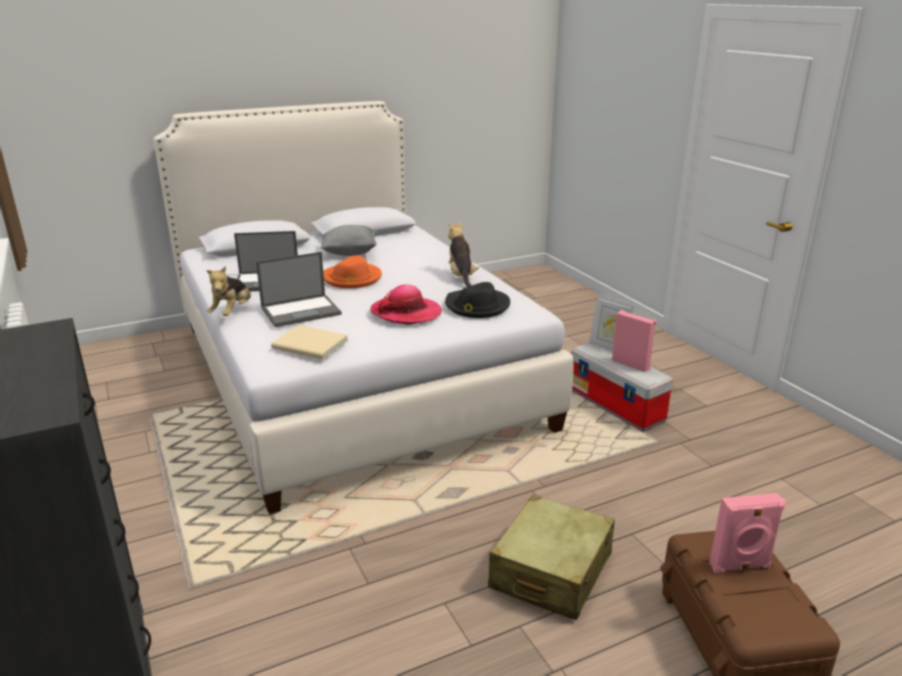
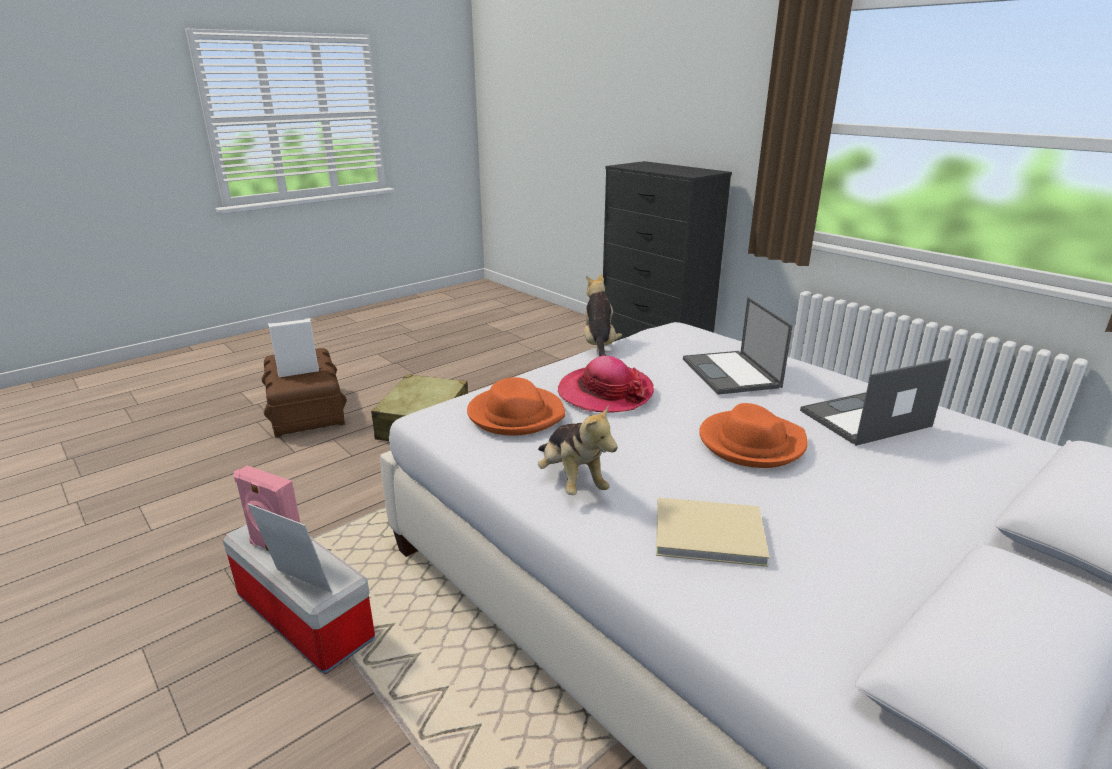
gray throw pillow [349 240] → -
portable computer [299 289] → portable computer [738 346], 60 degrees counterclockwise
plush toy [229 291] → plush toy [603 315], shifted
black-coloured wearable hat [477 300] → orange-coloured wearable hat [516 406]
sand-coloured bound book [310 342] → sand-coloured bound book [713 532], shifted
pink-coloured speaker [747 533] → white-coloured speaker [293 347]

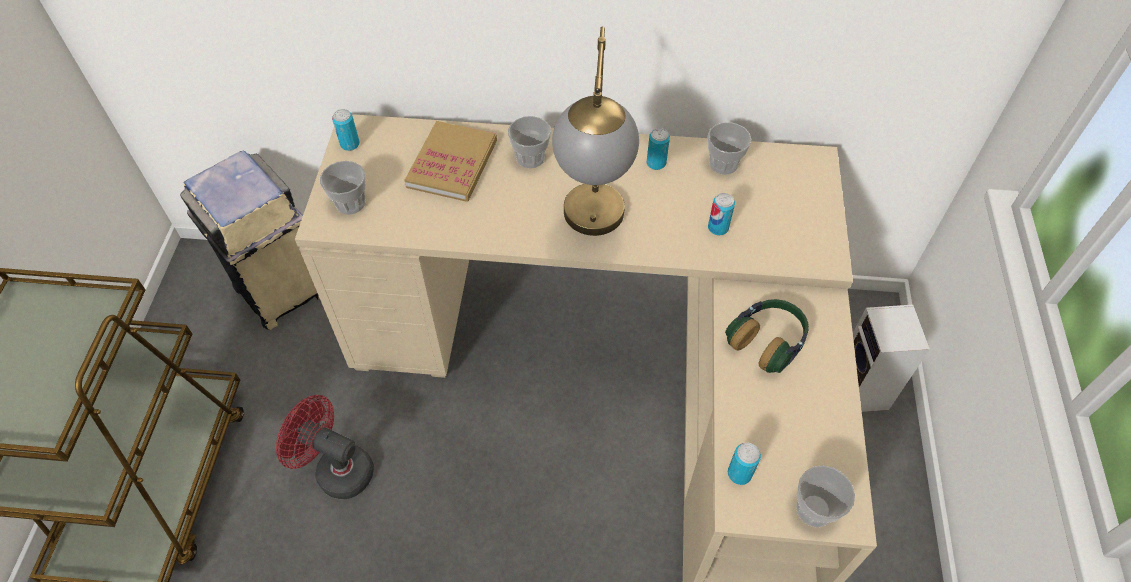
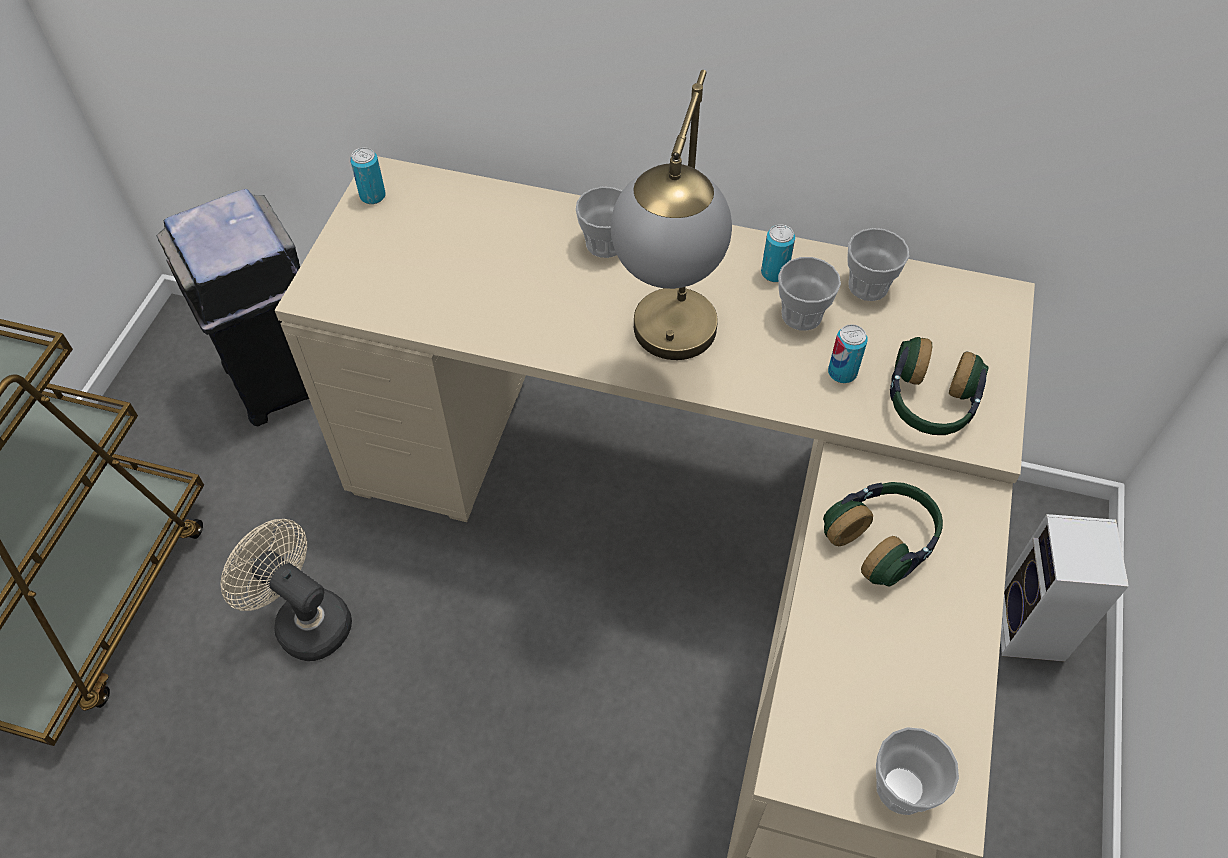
bound book [451 161] → -
sand-coloured rubbish bin [250 240] → black-coloured rubbish bin [233 308]
small cup [343 188] → small cup [809 294], shifted
red-coloured cooling fan [325 447] → sand-coloured cooling fan [286 590]
metal can [744 464] → -
- → headset [939 386]

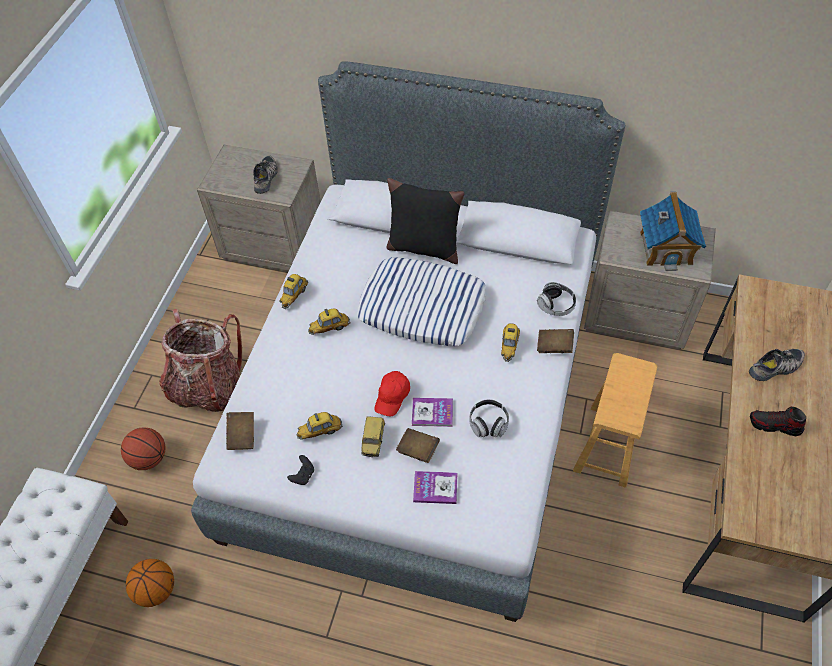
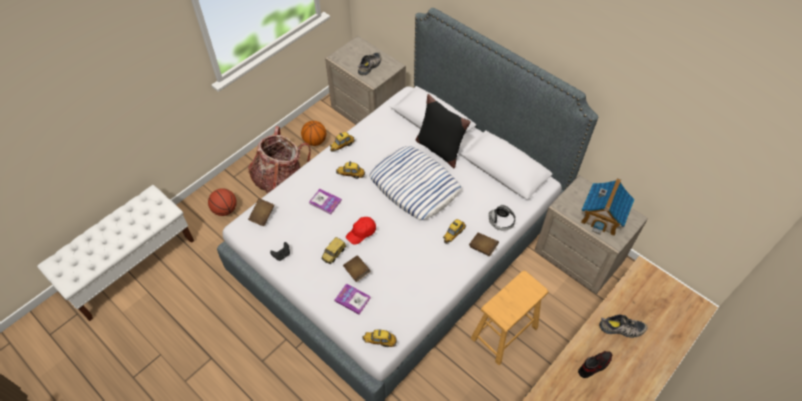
bound book [432 412] → bound book [325 201], shifted
headset [489 418] → -
item of footwear [778 421] → item of footwear [595 364], 105 degrees clockwise
model car [319 426] → model car [379 338], shifted
basketball [150 583] → basketball [313 133], shifted

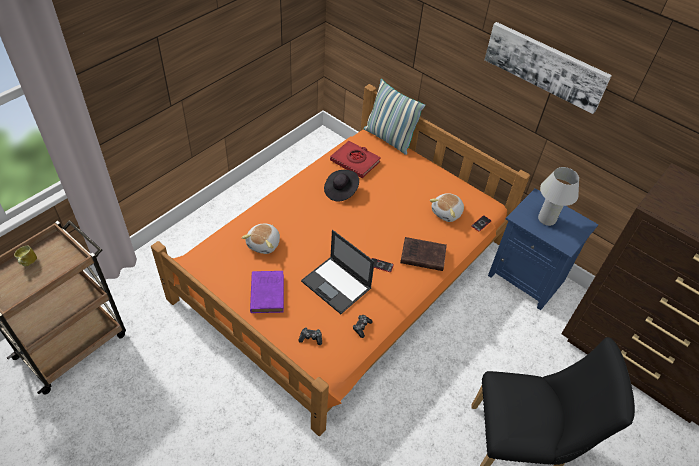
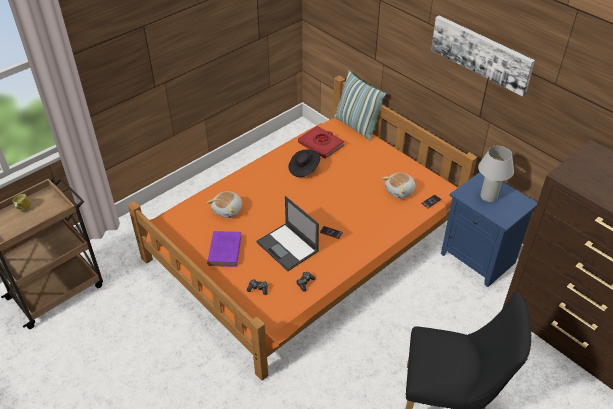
brown bound book [423 254] → -

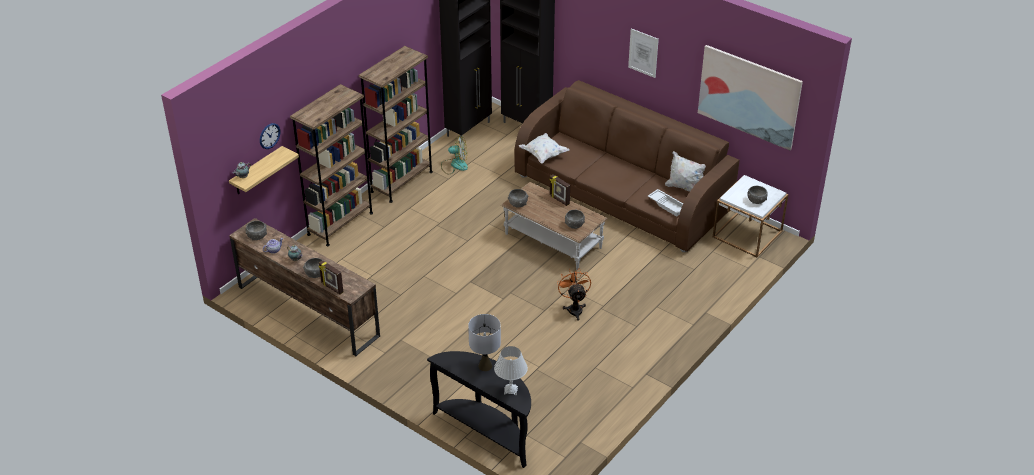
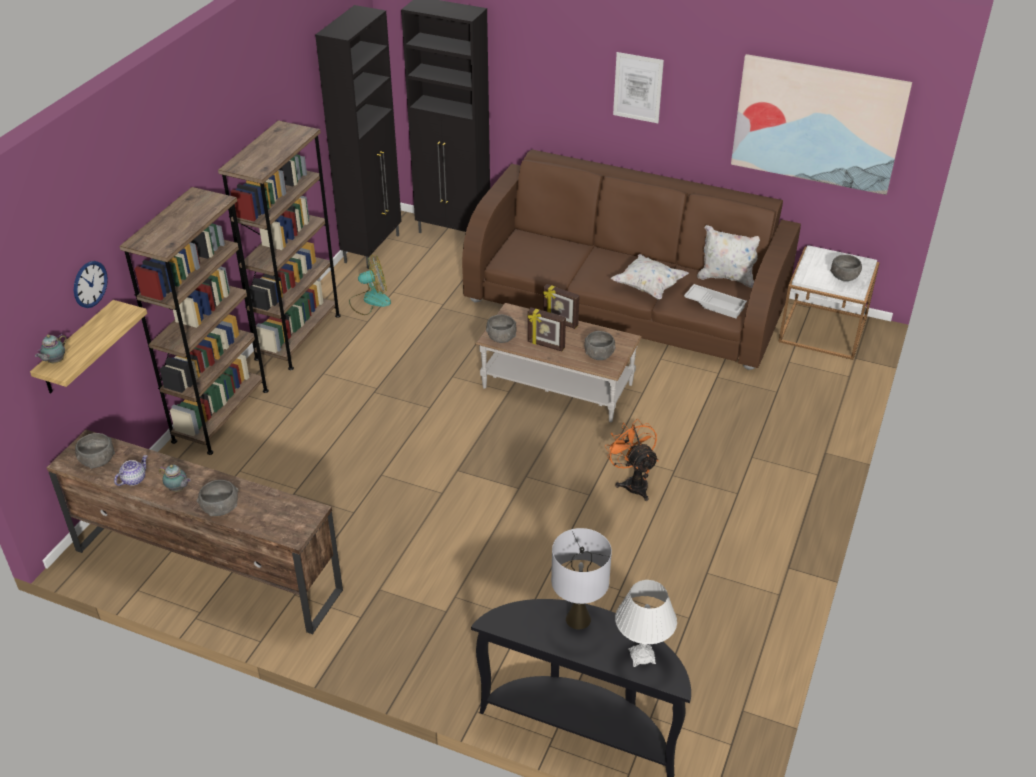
white-coloured throw pillow [544 148] → white-coloured throw pillow [650 277], shifted
photo frame [331 277] → photo frame [546 329], shifted

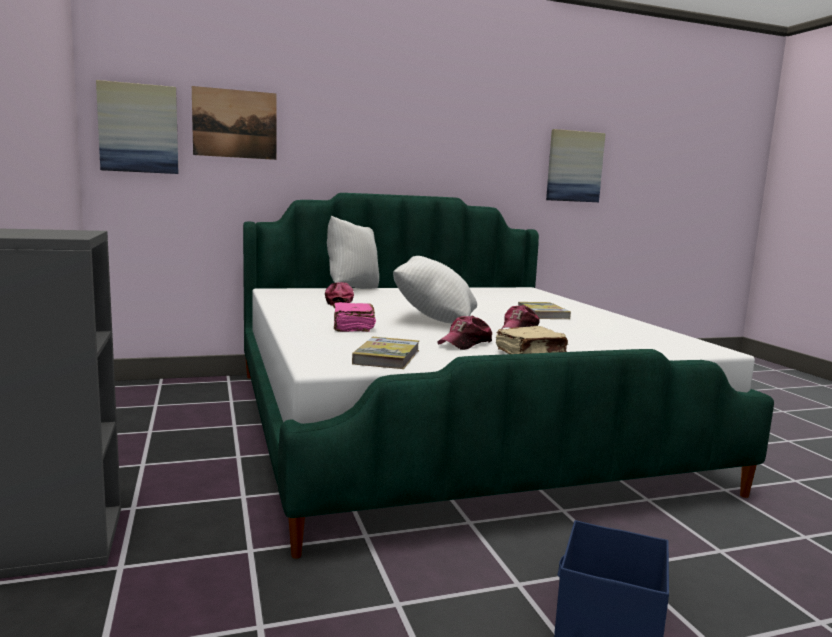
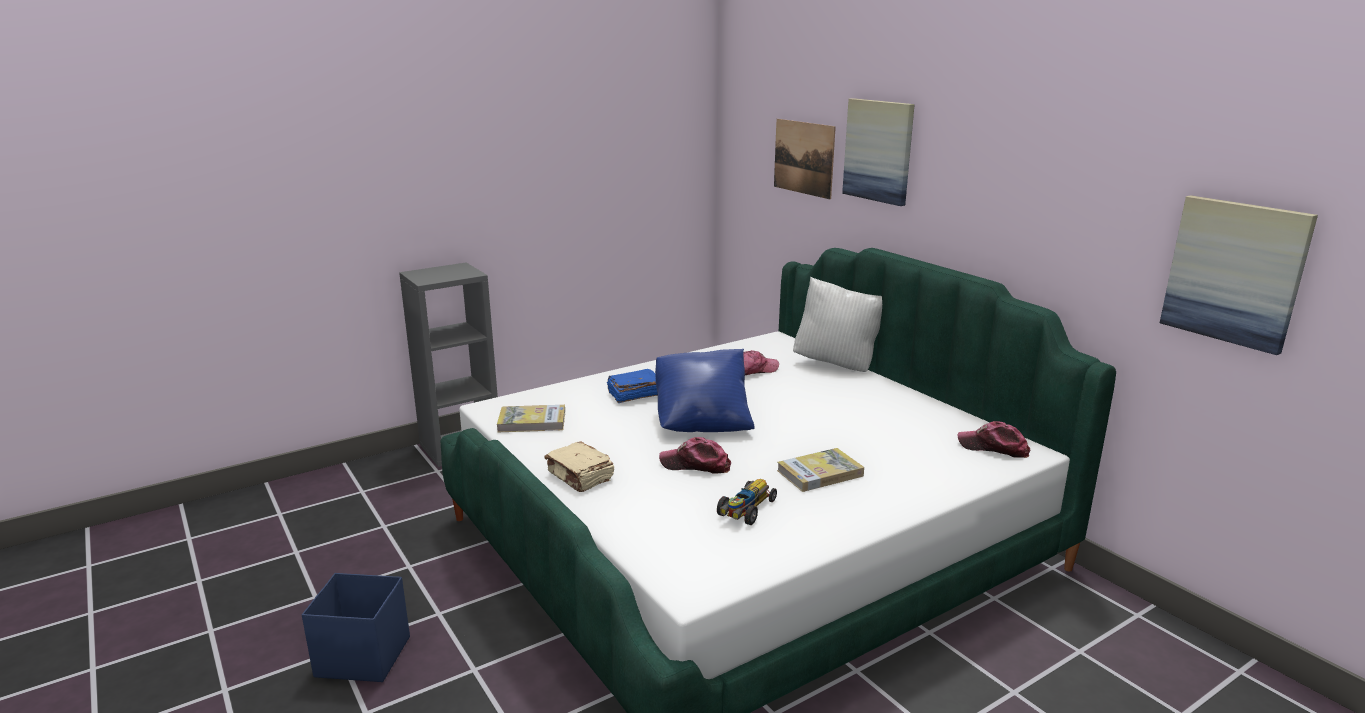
picture [137 127] → picture [878 152], shifted
white-coloured throw pillow [435 289] → blue-coloured throw pillow [704 390]
pink-coloured bound book [354 317] → blue-coloured bound book [632 386]
peaked cap [464 333] → peaked cap [994 439], shifted
- → model car [747 502]

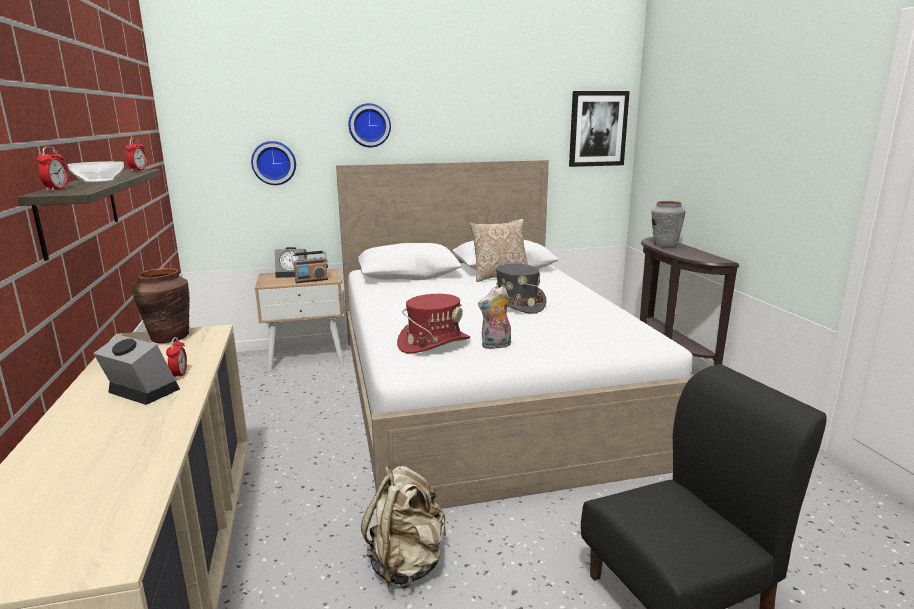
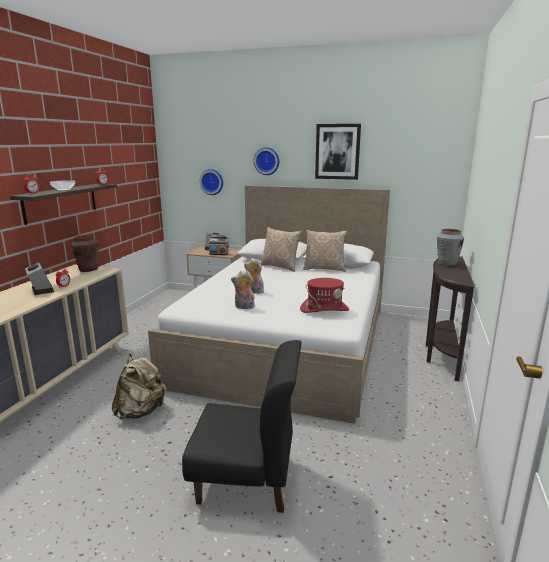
picture [599 129] → picture [338 152], shifted
gray wearable hat [520 289] → -
red-coloured wearable hat [433 324] → red-coloured wearable hat [324 295], shifted
- → throw pillow [281 249]
- → plush toy [254 276]

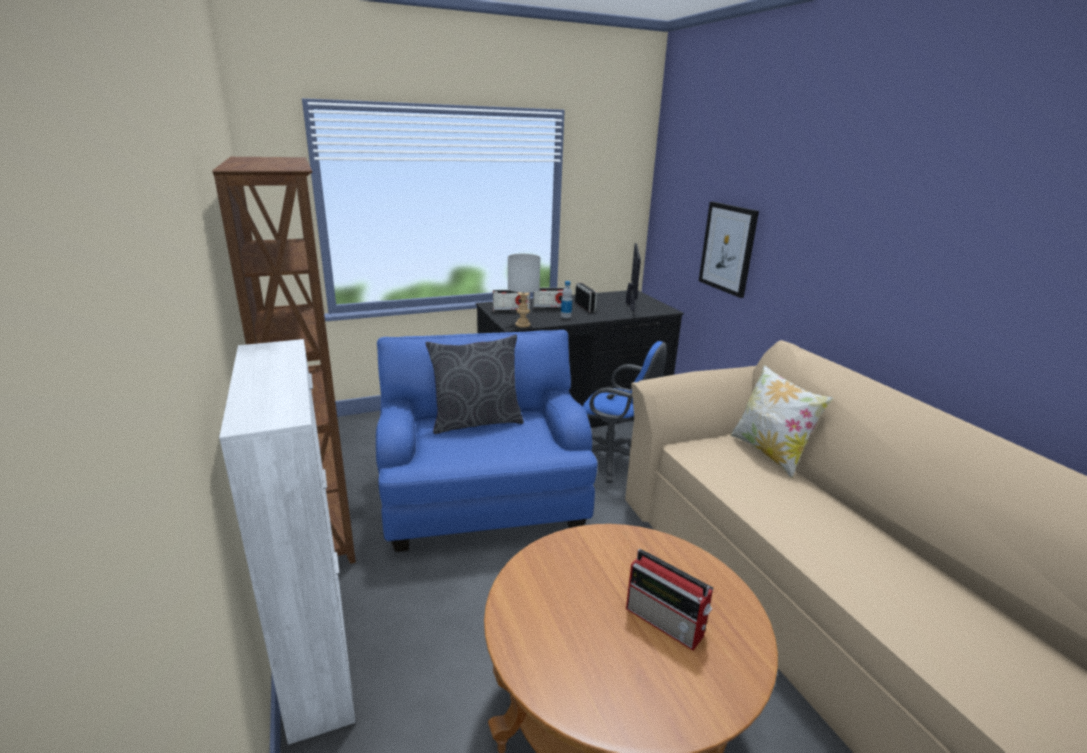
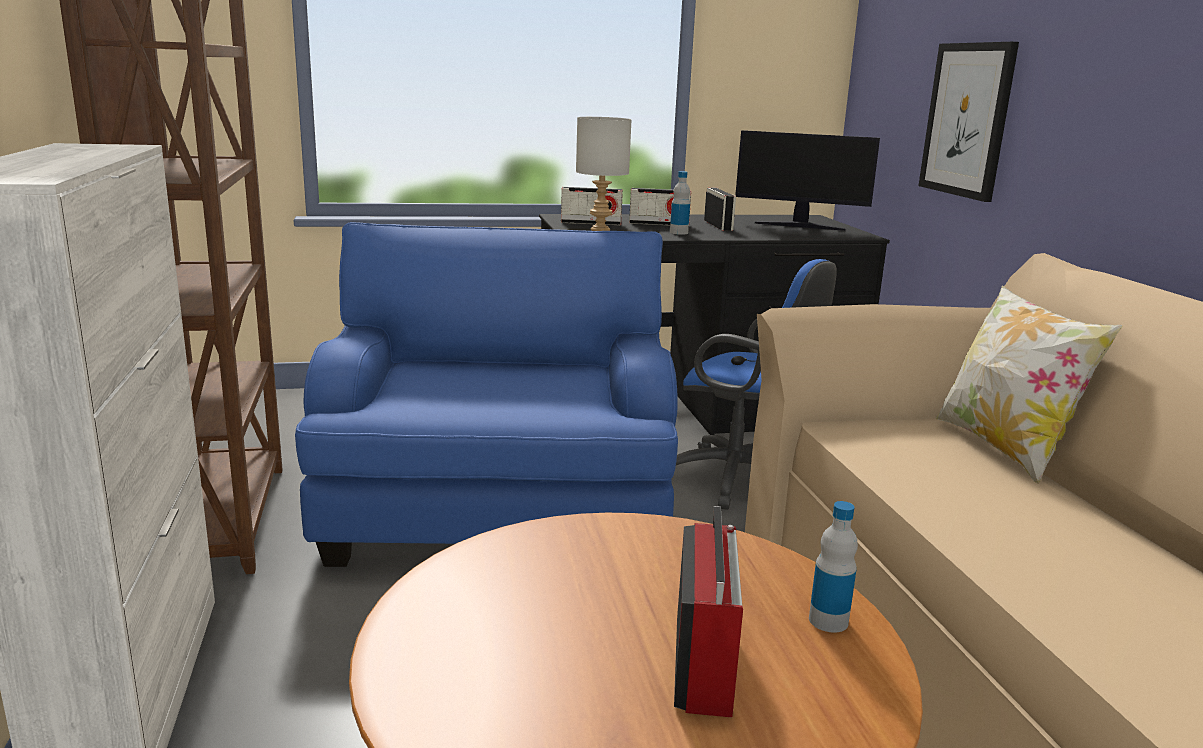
computer screen [633 277] → computer screen [807 180], 90 degrees clockwise
gray throw pillow [475 384] → -
radio [669 599] → radio [708 611], 135 degrees counterclockwise
- → beverage bottle [833 567]

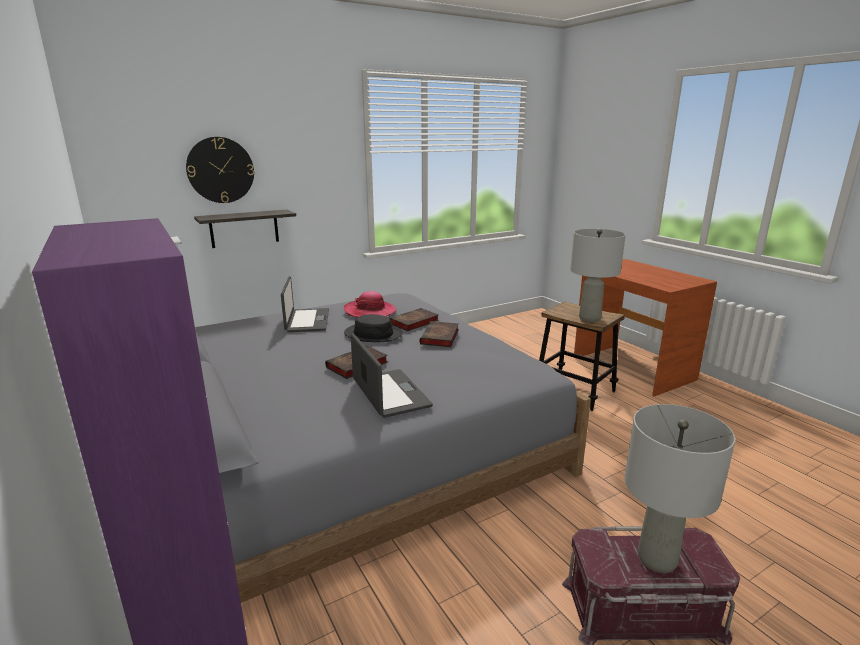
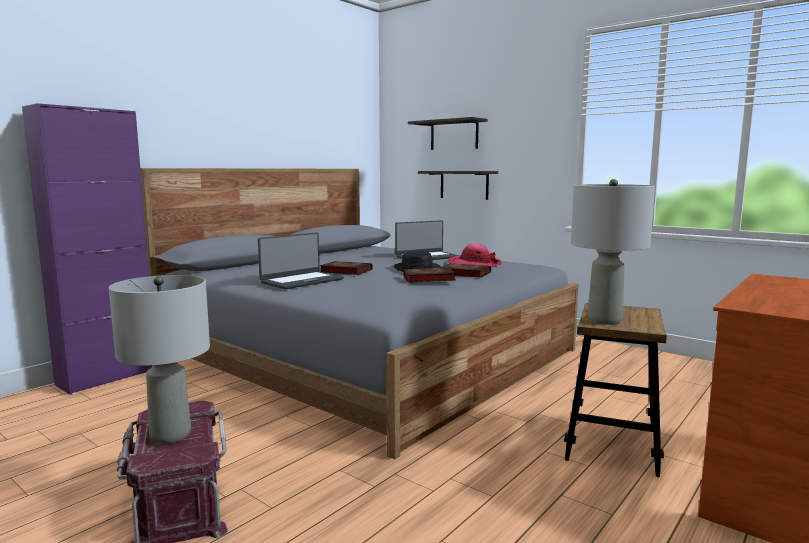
hanging clock [220 170] → wall shelf [448 133]

